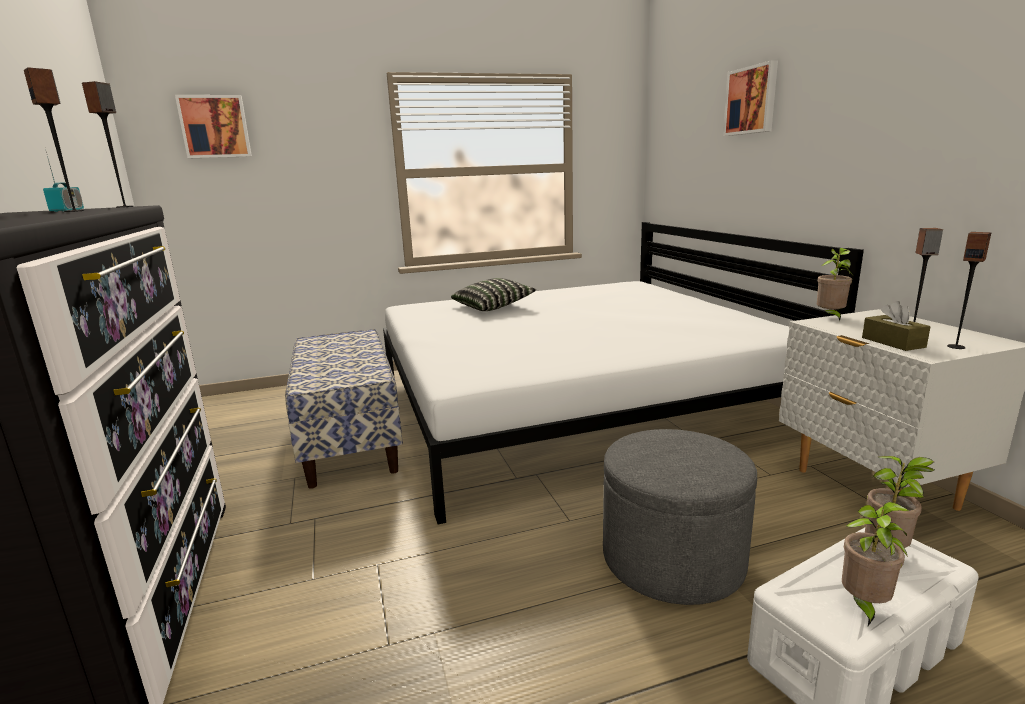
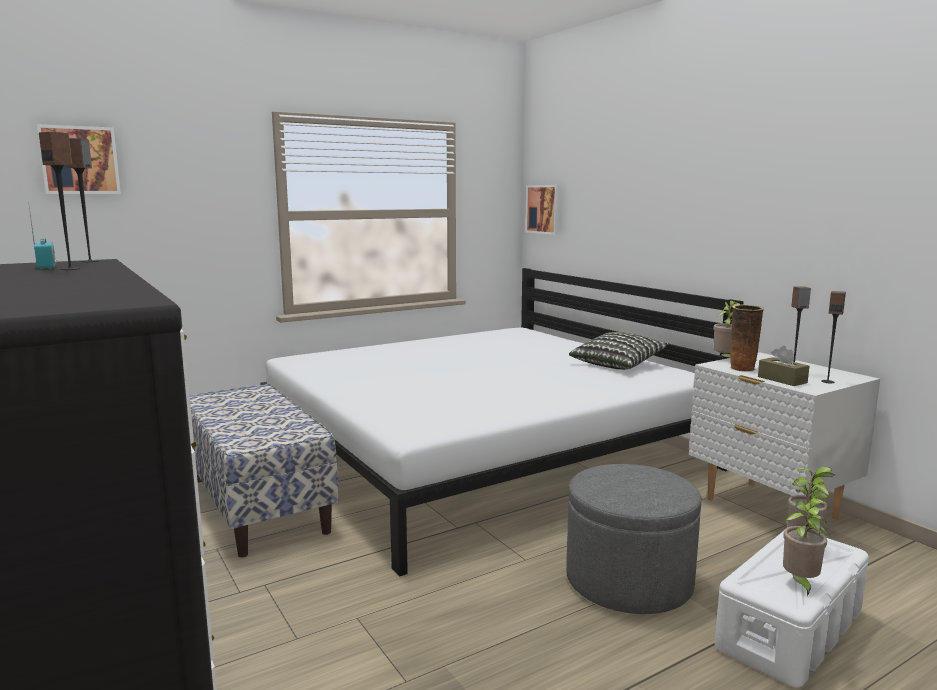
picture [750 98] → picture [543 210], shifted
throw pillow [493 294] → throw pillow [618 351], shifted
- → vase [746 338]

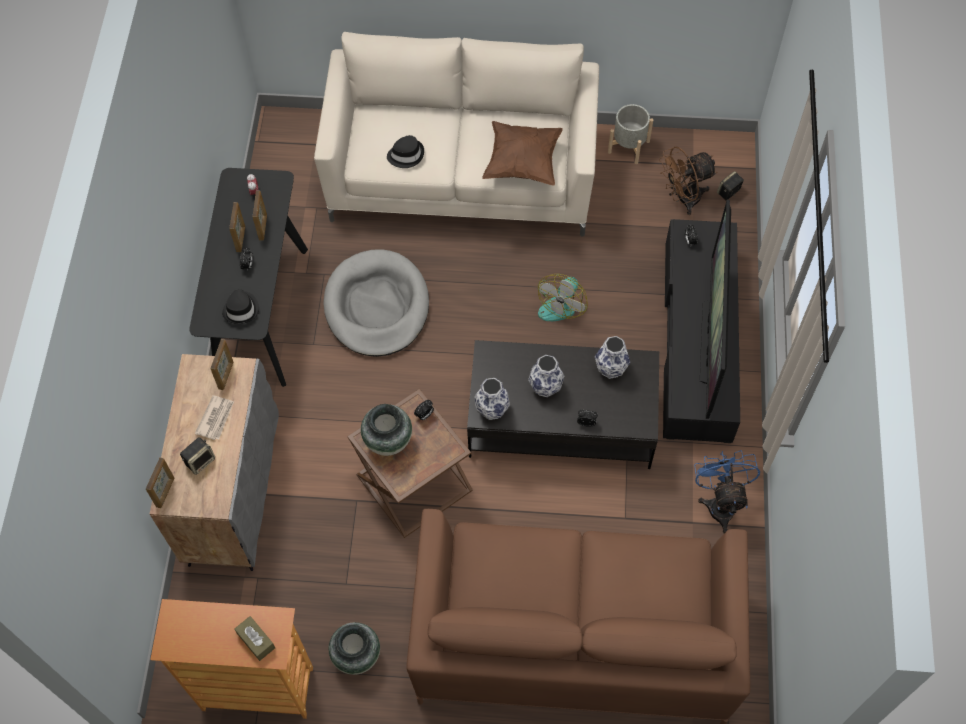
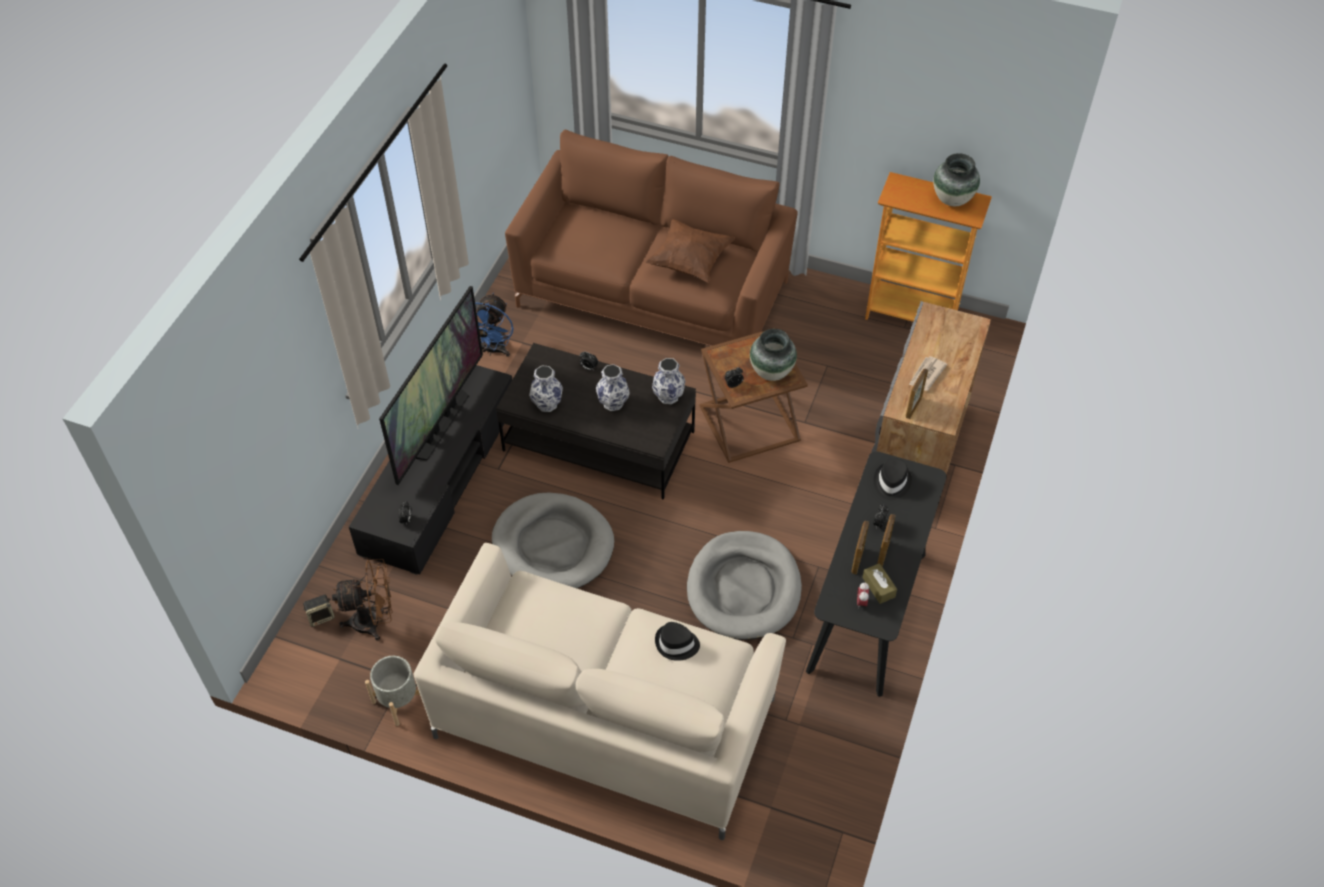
brown throw pillow [522 153] → brown throw pillow [690 251], shifted
cooling fan [562 297] → gray dog bed [553 540]
speaker [197 456] → -
photo frame [160 482] → -
brown tissue box [254 638] → brown tissue box [879 583], shifted
vase [354 648] → vase [956 179], shifted

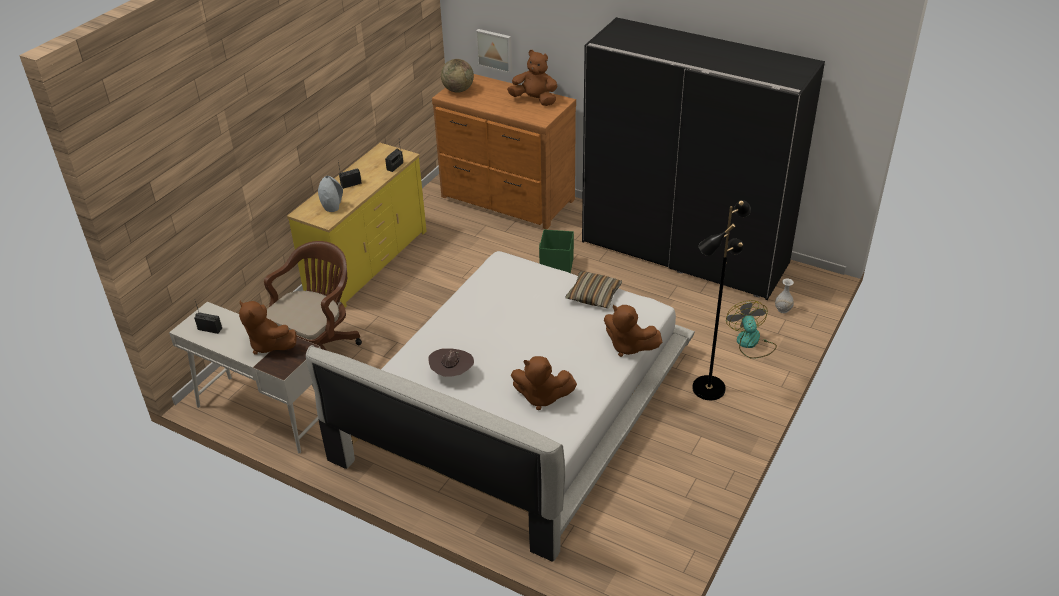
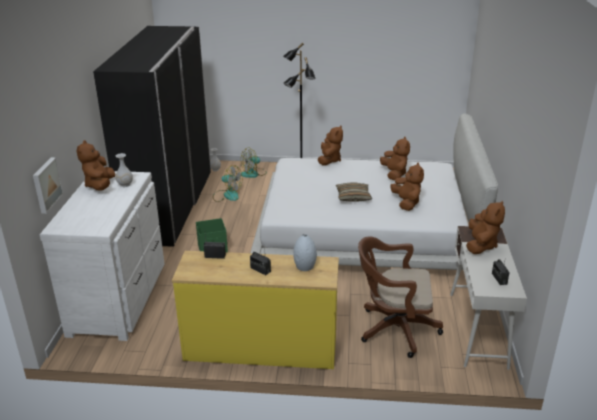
world globe [457 76] → -
brown chest of drawers [504 152] → white-coloured chest of drawers [102 256]
throw pillow [593 289] → throw pillow [354 192], shifted
brown wearable hat [451 362] → brown plush toy [407 186]
- → white-coloured vase [124 170]
- → cooling fan [227 183]

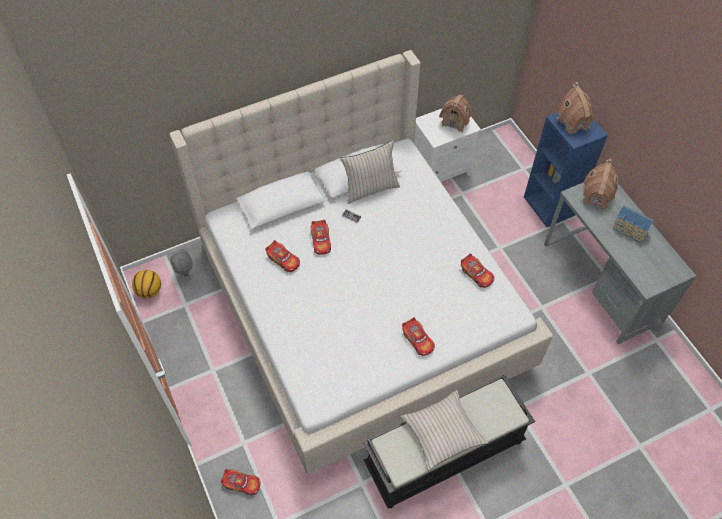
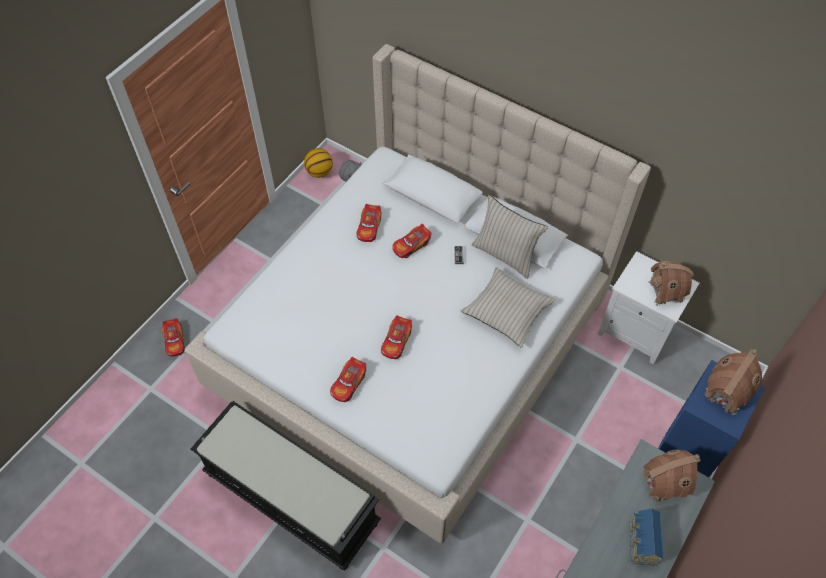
model car [477 270] → model car [396 337], shifted
sand-coloured throw pillow [444 430] → sand-coloured throw pillow [508 307], shifted

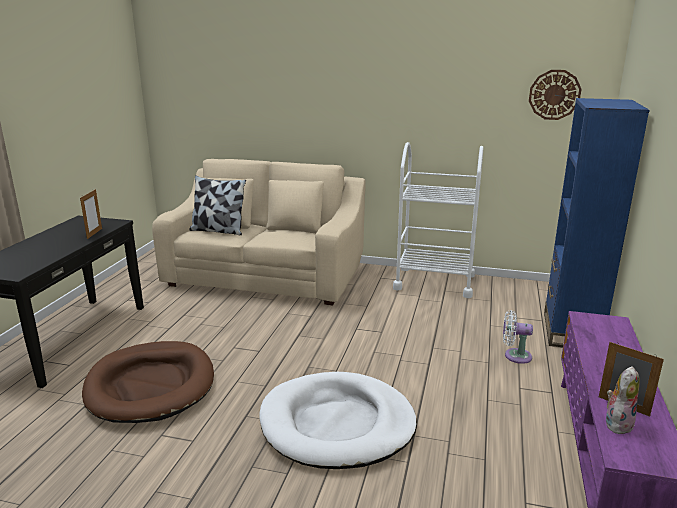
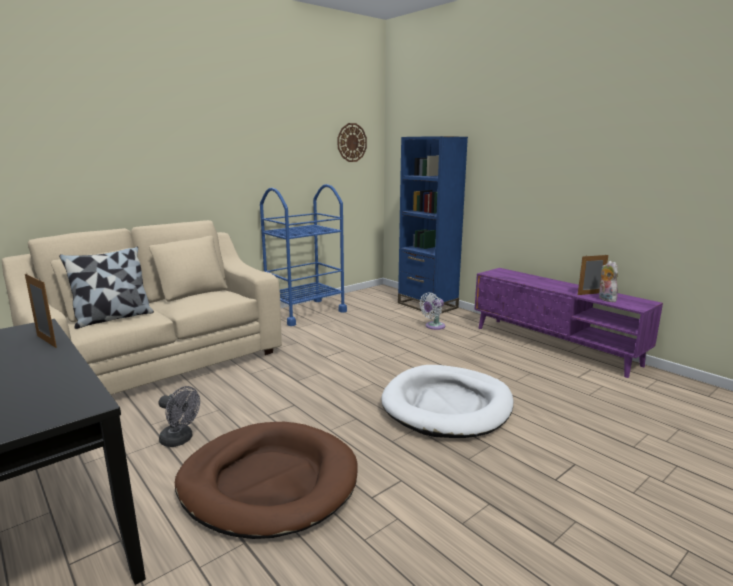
white-coloured trolley [438 220] → blue-coloured trolley [303 255]
- → gray cooling fan [179 416]

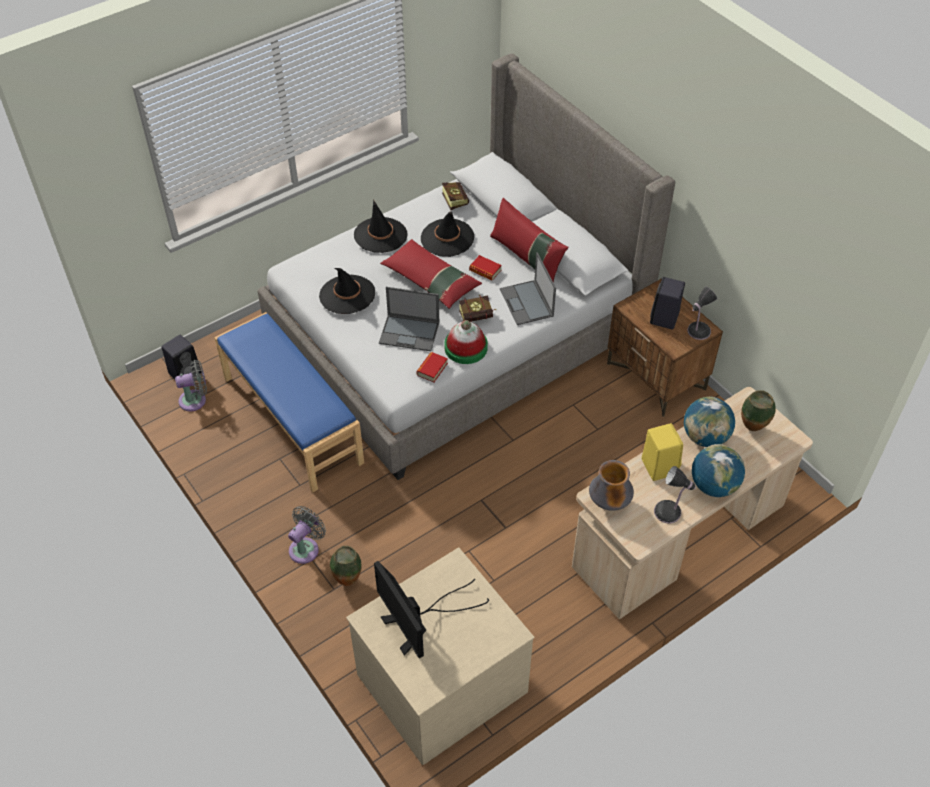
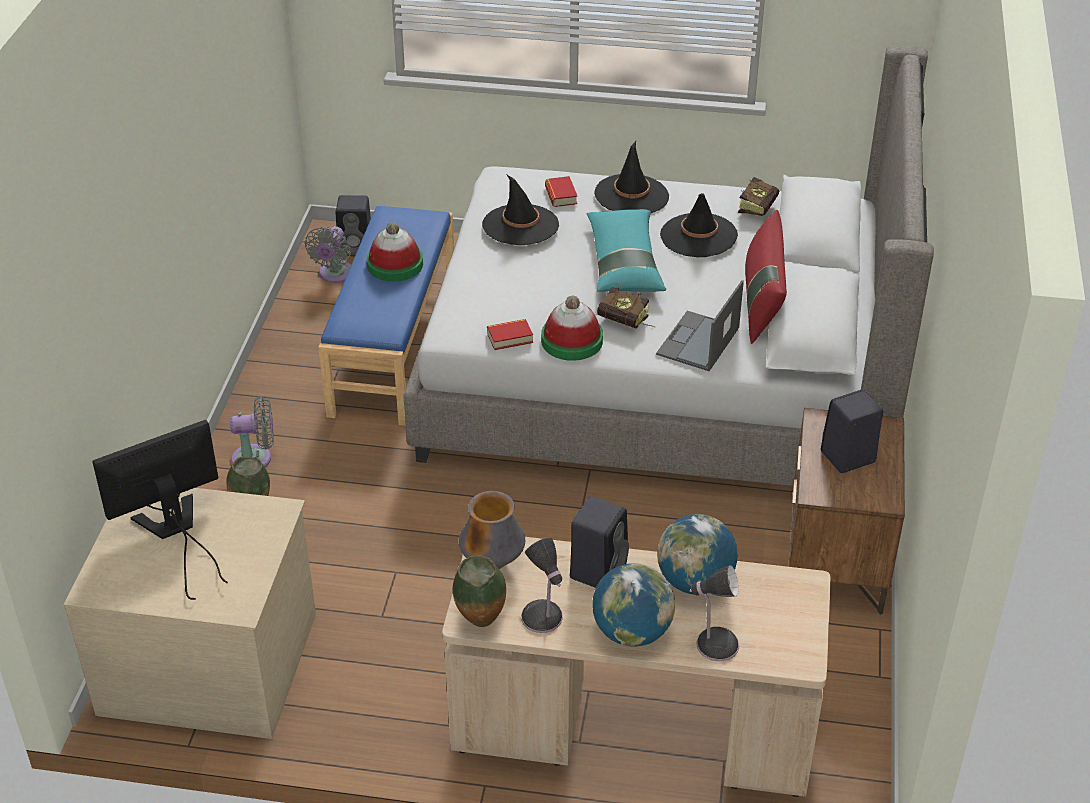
red-coloured throw pillow [431 274] → blue-green throw pillow [626 250]
bound book [485 267] → bound book [561 191], shifted
tabletop lamp [702 313] → tabletop lamp [714 613], shifted
portable computer [409 319] → -
gray cooling fan [191 385] → gray cooling fan [328 254], 75 degrees clockwise
vase [758 410] → vase [479 591], shifted
yellow speaker [662 452] → black-coloured speaker [599 542]
computer screen [431 609] → computer screen [160 510], 45 degrees clockwise
- → wearable hat [395 252]

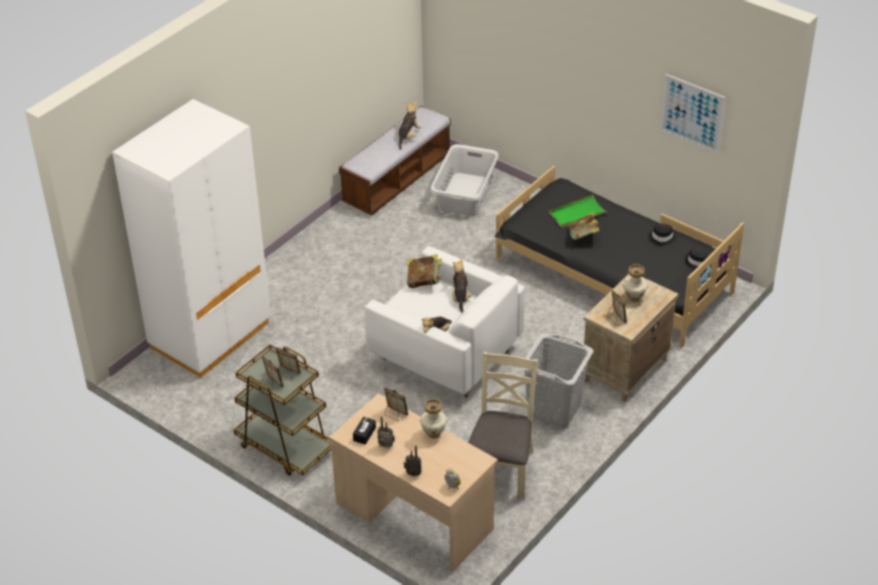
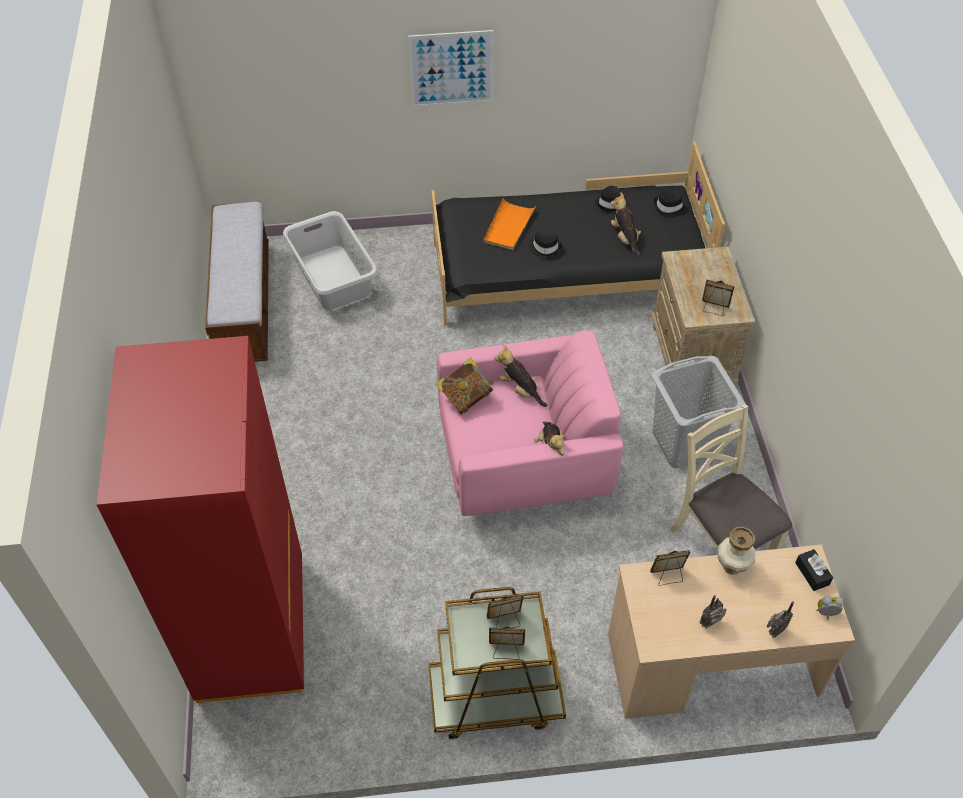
picture [693 114] → picture [450 68], shifted
white-coloured armoire [191 238] → red-coloured armoire [200 519]
plush toy [409 126] → plush toy [626 225], shifted
greenish carrying tray [578 211] → orange-coloured carrying tray [509 224]
bound book [584 226] → black-coloured wearable hat [545 244]
white-coloured armchair [444 321] → pink-coloured armchair [530 423]
vase [635 283] → -
black-coloured tissue box [364 431] → black-coloured tissue box [814 570], shifted

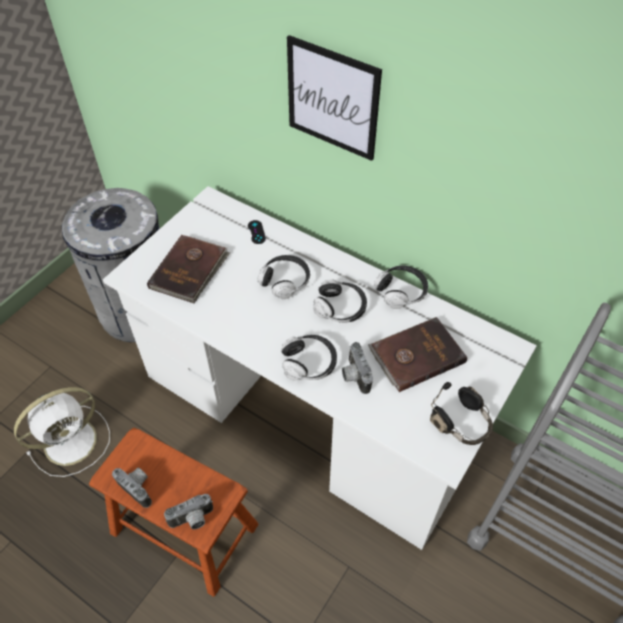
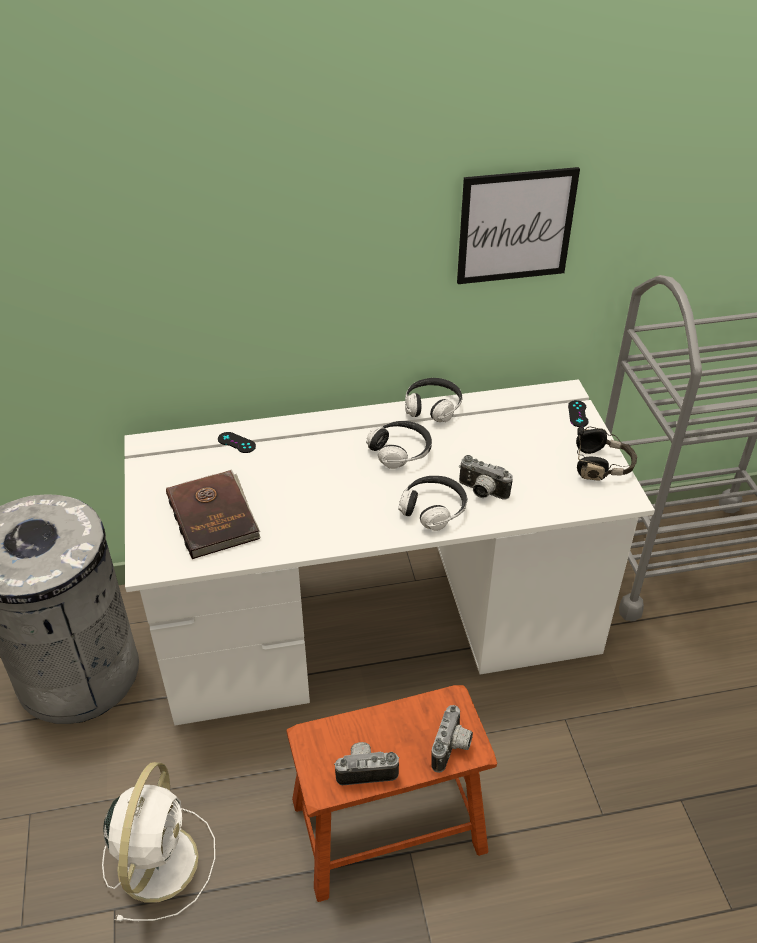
picture [334 98] → picture [518 225], shifted
headset [284 277] → -
brown bound book [417 354] → -
- → black-coloured joypad [578 413]

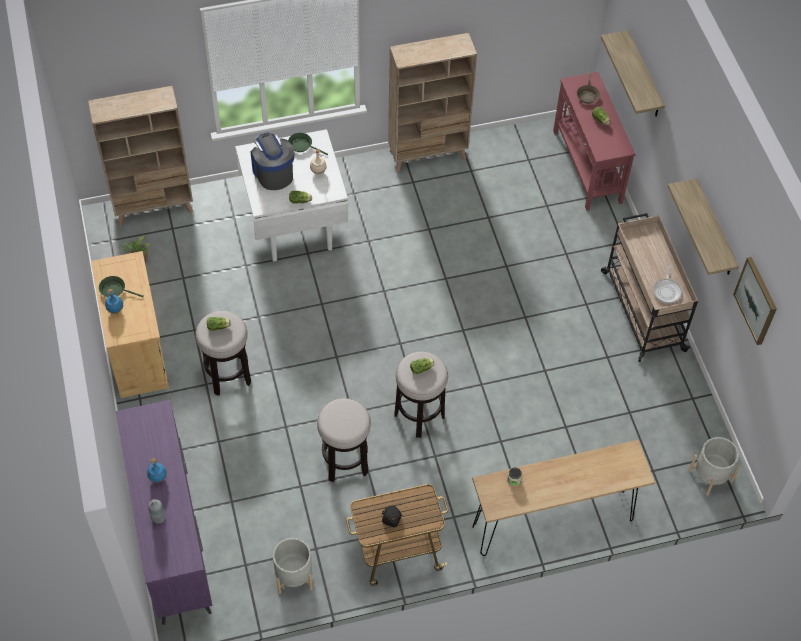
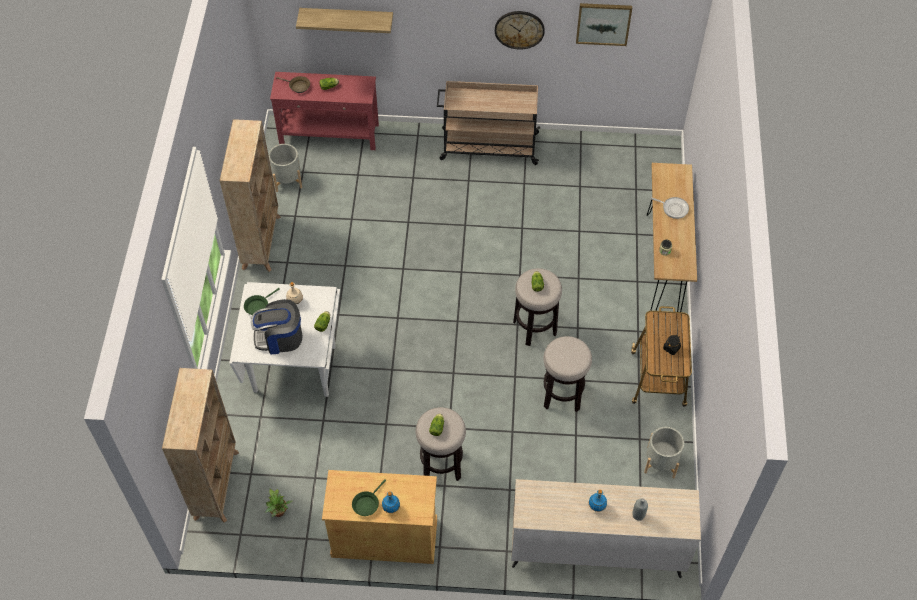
wall shelf [703 226] → hanging clock [520 30]
skillet [667 285] → skillet [670 208], shifted
purple chest of drawers [164 512] → sand-coloured chest of drawers [606 528]
gray flower pot [714 466] → gray flower pot [285 168], shifted

